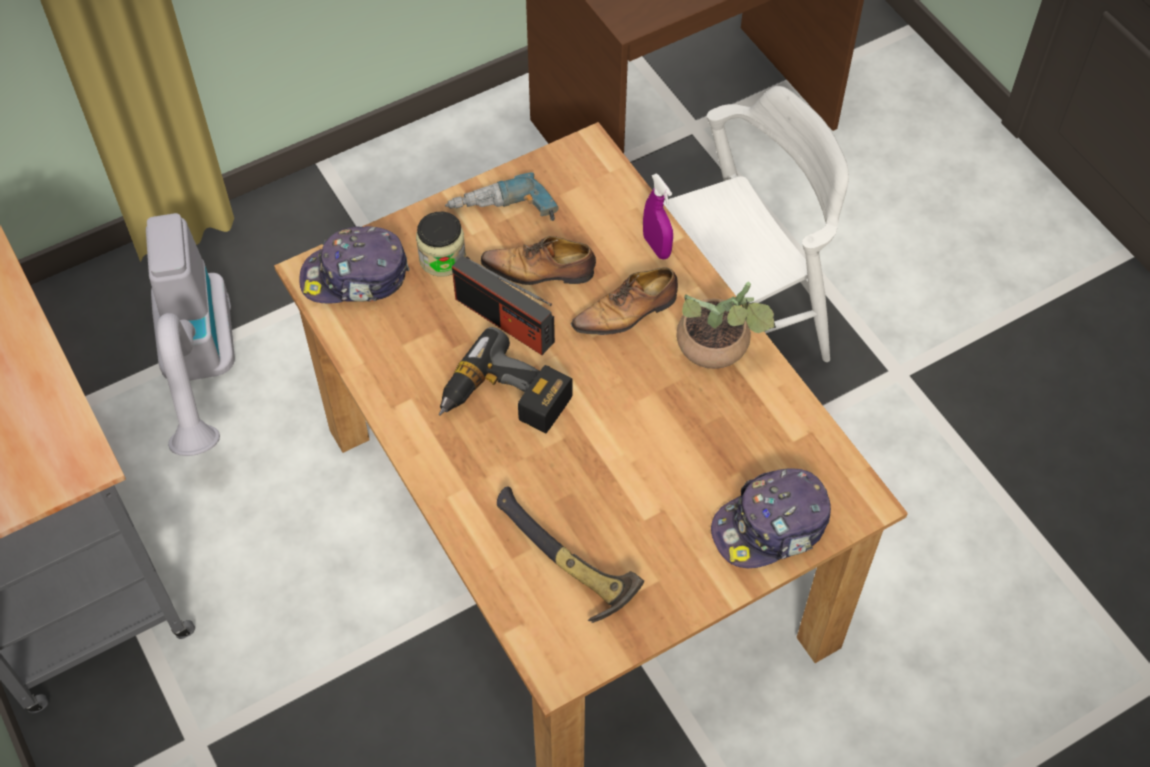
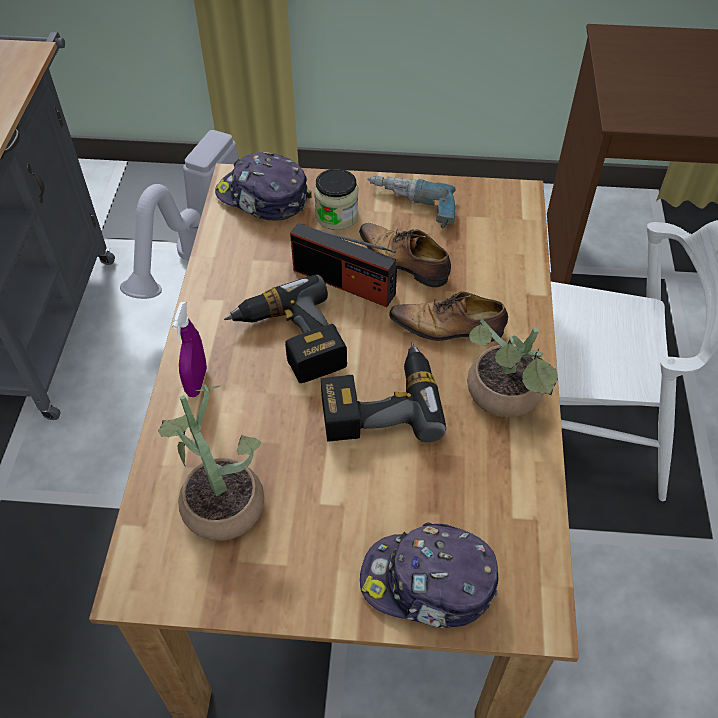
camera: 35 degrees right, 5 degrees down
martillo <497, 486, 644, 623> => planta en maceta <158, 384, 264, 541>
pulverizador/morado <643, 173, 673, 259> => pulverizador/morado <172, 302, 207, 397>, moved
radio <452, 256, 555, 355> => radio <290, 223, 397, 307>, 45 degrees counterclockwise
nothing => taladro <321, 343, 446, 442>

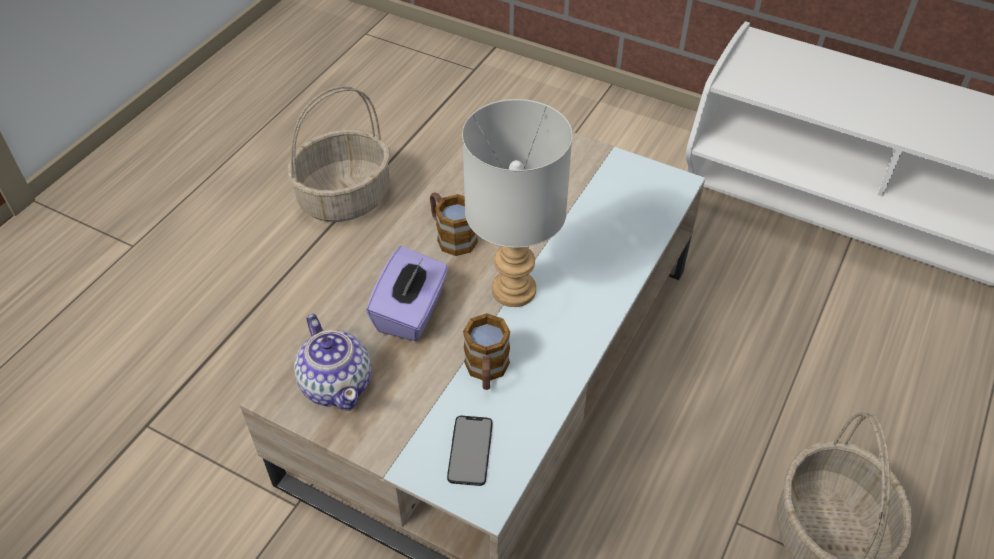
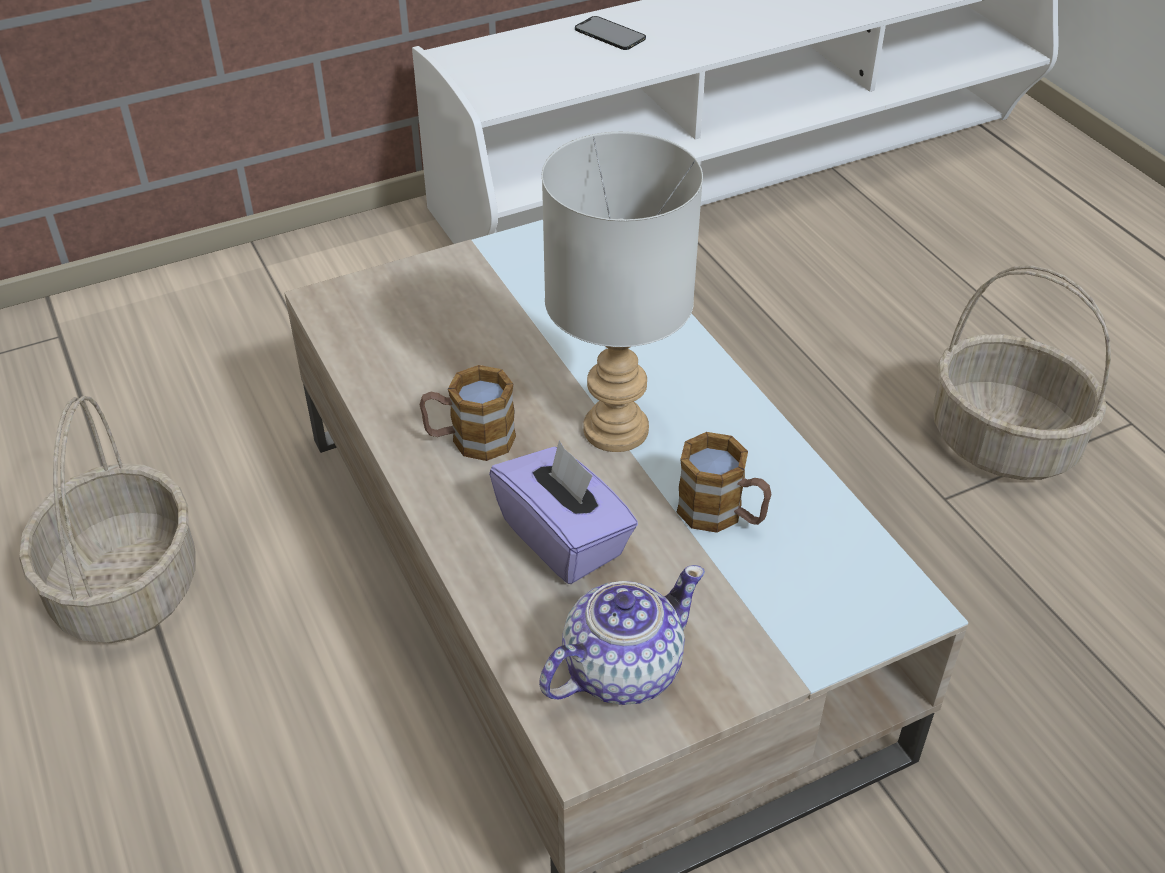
camera: 55 degrees left, 5 degrees down
tetera <294, 314, 372, 411> => tetera <539, 565, 705, 705>, 45 degrees counterclockwise
móvil <447, 416, 493, 486> => móvil <575, 16, 646, 50>, moved

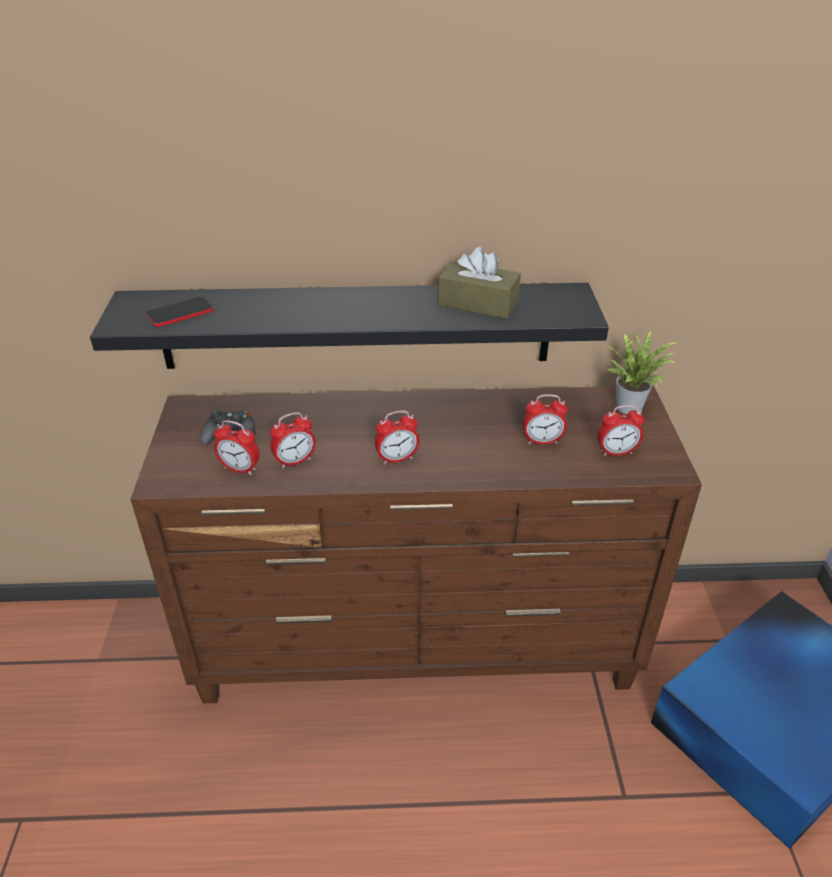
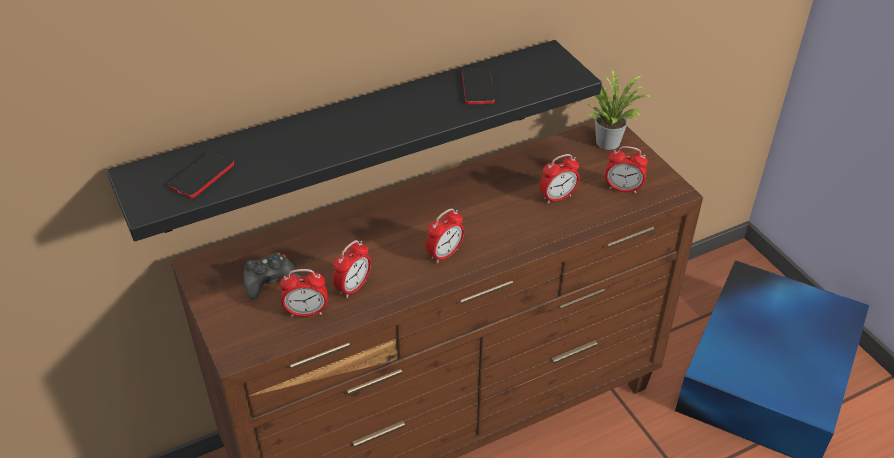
camera: 25 degrees left, 5 degrees up
caja de pañuelos/marrón <438, 246, 521, 319> => móvil <462, 68, 495, 105>
despertador <598, 405, 645, 456> => despertador <605, 146, 648, 194>, 45 degrees clockwise

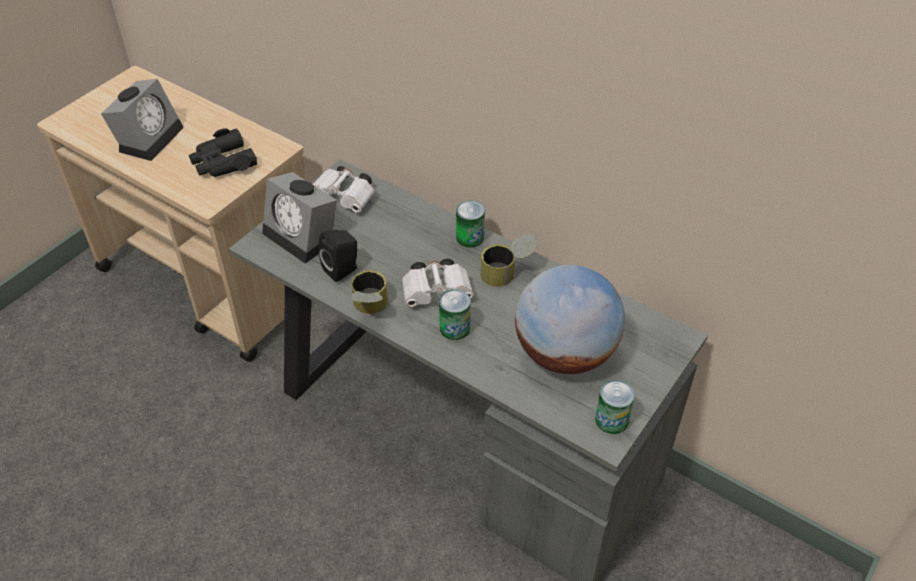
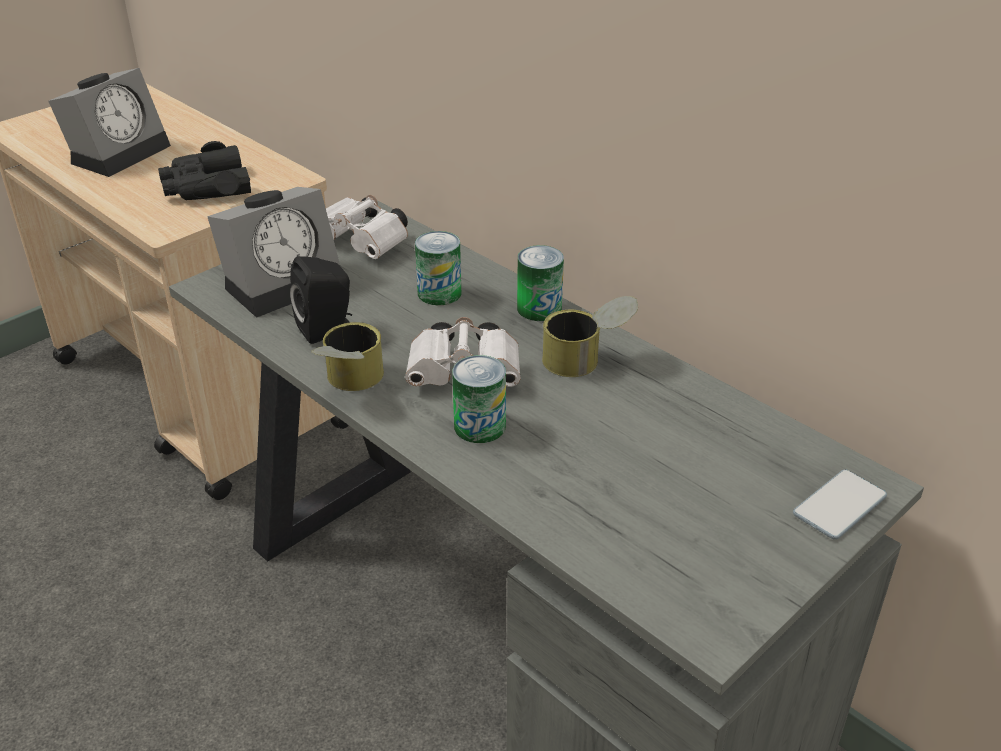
camera: 10 degrees right, 10 degrees down
despertador <262, 172, 337, 263> => despertador <207, 187, 340, 318>, 90 degrees counterclockwise
lata <595, 380, 635, 434> => lata <415, 231, 461, 305>, moved
nothing => móvil <793, 469, 887, 540>
globo terráqueo <515, 265, 625, 374> => nothing

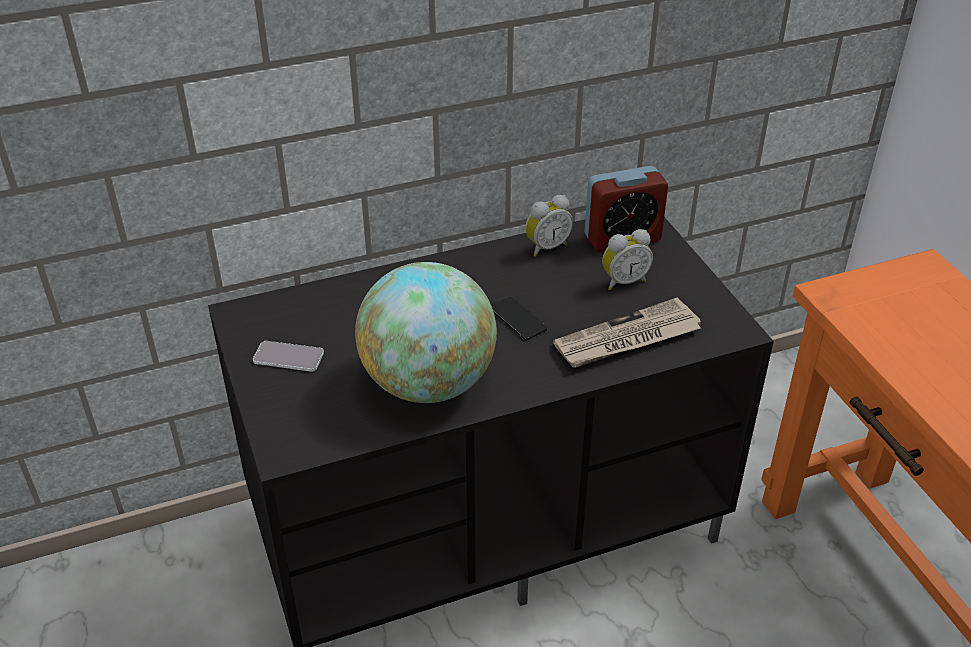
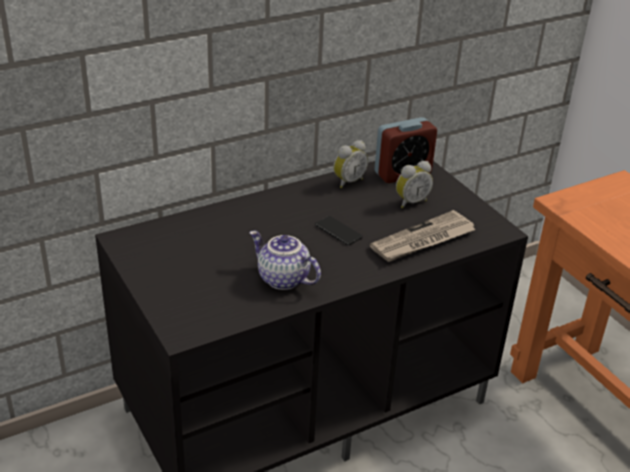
camera: 10 degrees left, 5 degrees down
globo terráqueo <355, 262, 497, 403> => tetera <249, 231, 321, 290>
móvil <253, 341, 324, 372> => nothing

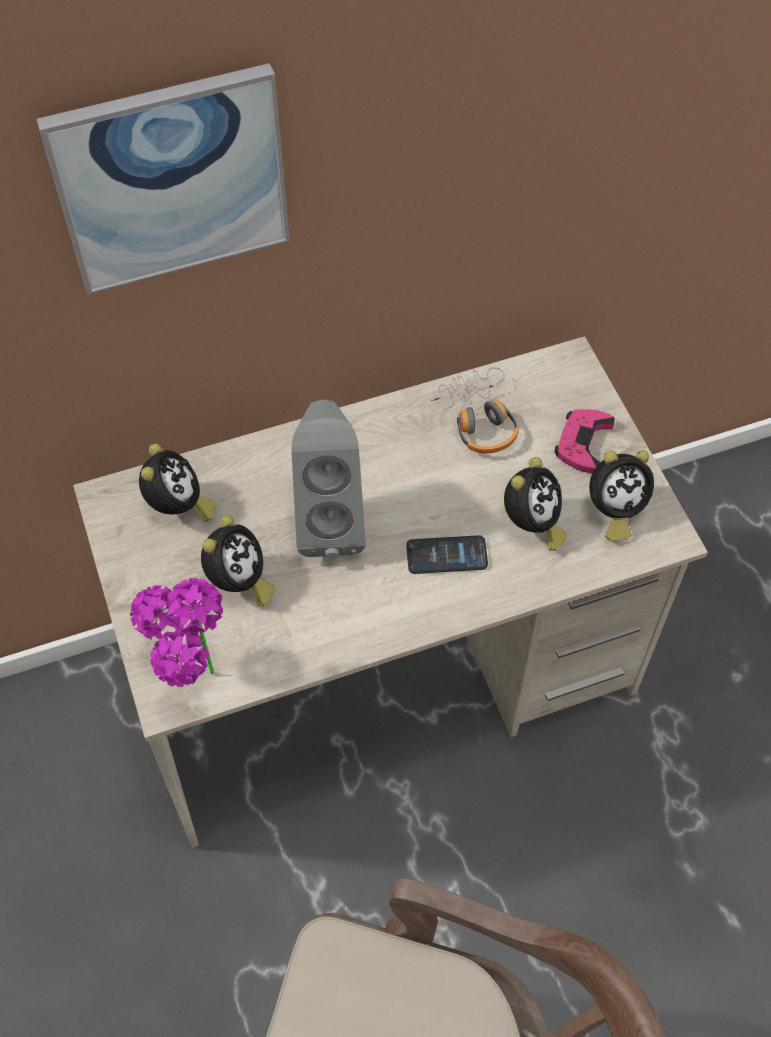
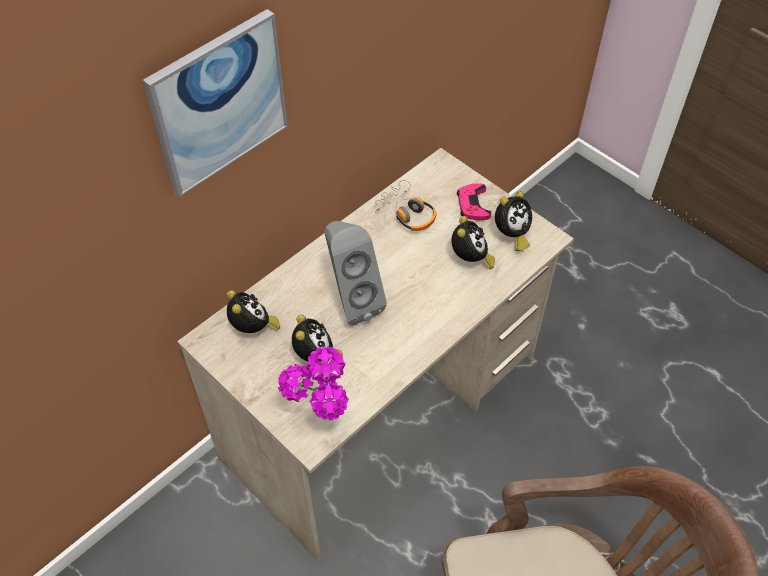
camera: 25 degrees left, 5 degrees down
móvil <406, 535, 488, 574> => nothing

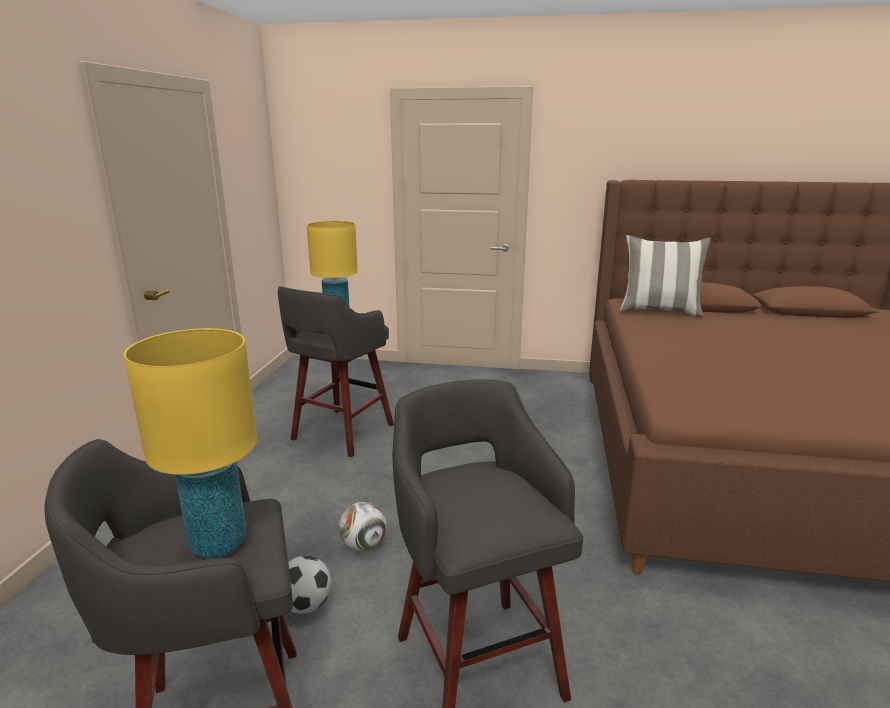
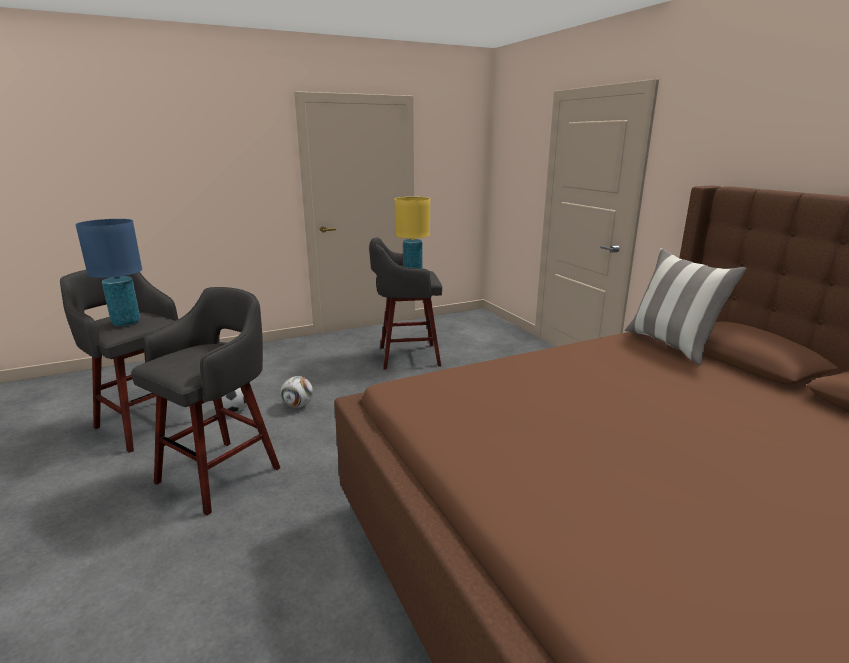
camera: 55 degrees right, 0 degrees up
lámpara de mesa/amarillo <123, 328, 257, 559> => lámpara de mesa/azul <75, 219, 142, 326>

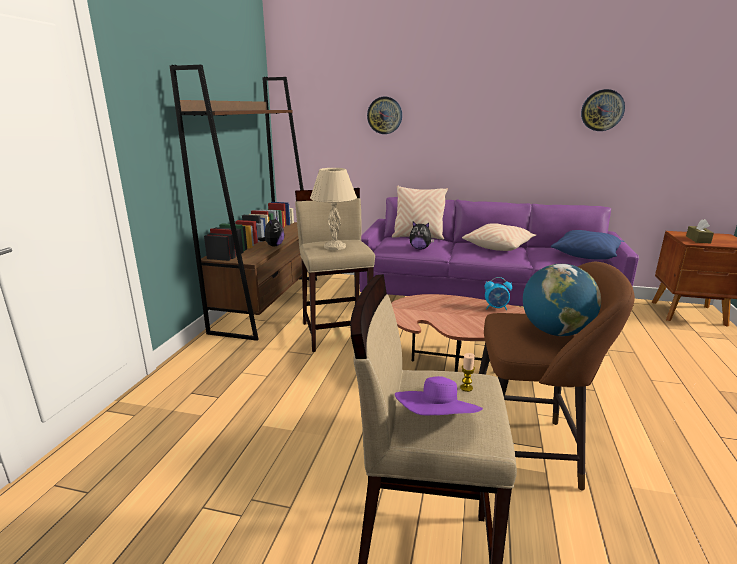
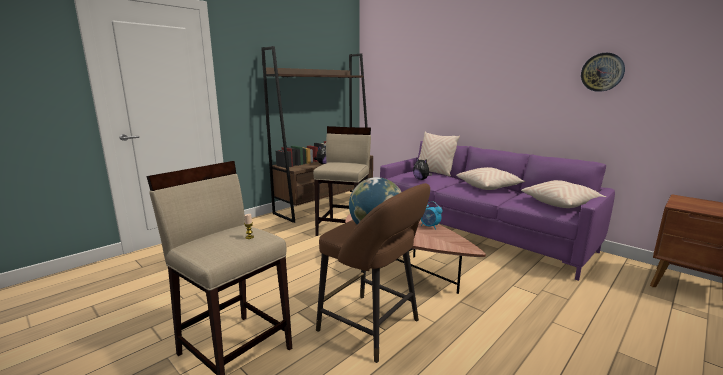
camera: 30 degrees right, 5 degrees down
cojín/azul <551, 230, 624, 260> => cojín/beis <521, 180, 606, 208>
lámpara de mesa/beis <310, 168, 357, 250> => nothing
reloj de pared <367, 97, 402, 134> => nothing
sombrero/morado <395, 376, 483, 415> => nothing
caja de pañuelos/marrón <686, 219, 714, 243> => nothing

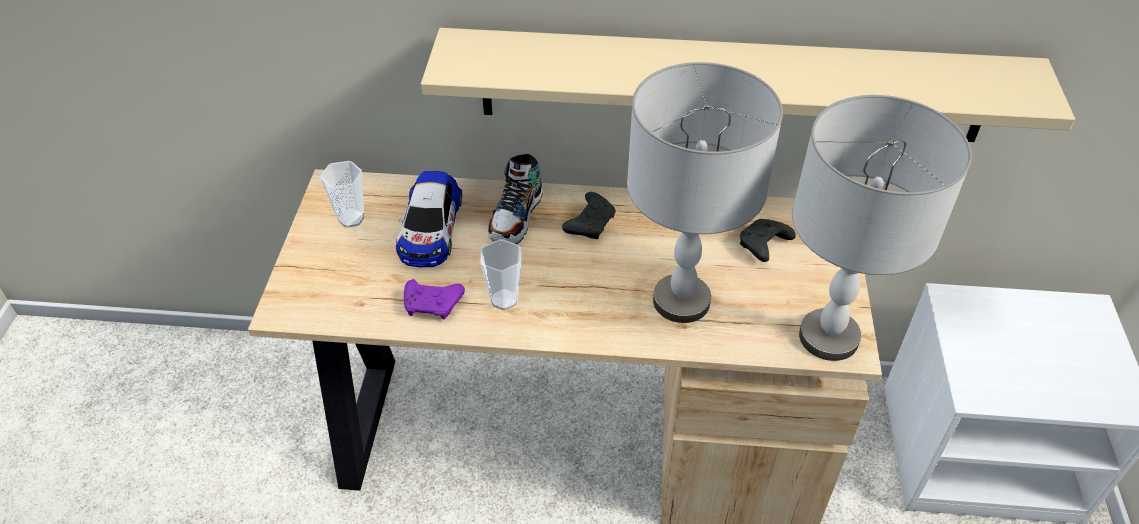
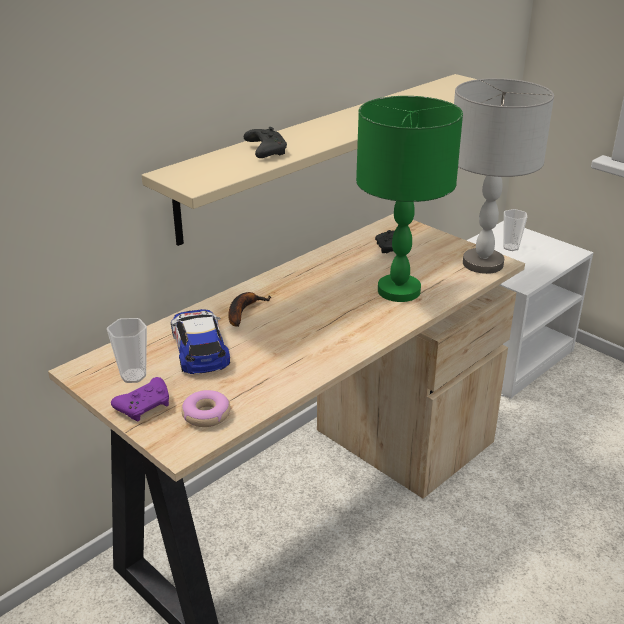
camera: 50 degrees left, 15 degrees down
mando de consola/morado <404, 279, 465, 319> => mando de consola/morado <111, 377, 169, 421>, moved
coche de juguete <396, 171, 462, 267> => coche de juguete <171, 309, 230, 375>, 150 degrees counterclockwise
nothing => rosquilla <181, 390, 231, 427>
zapato <488, 154, 543, 244> => plátano <228, 292, 271, 327>
mando de consola/negro <562, 192, 616, 239> => mando de consola/negro <244, 127, 287, 158>, moved
lámpara de mesa/gris <627, 62, 783, 323> => lámpara de mesa/verde <356, 96, 463, 302>
taza <481, 239, 522, 310> => taza <503, 209, 527, 251>, moved

